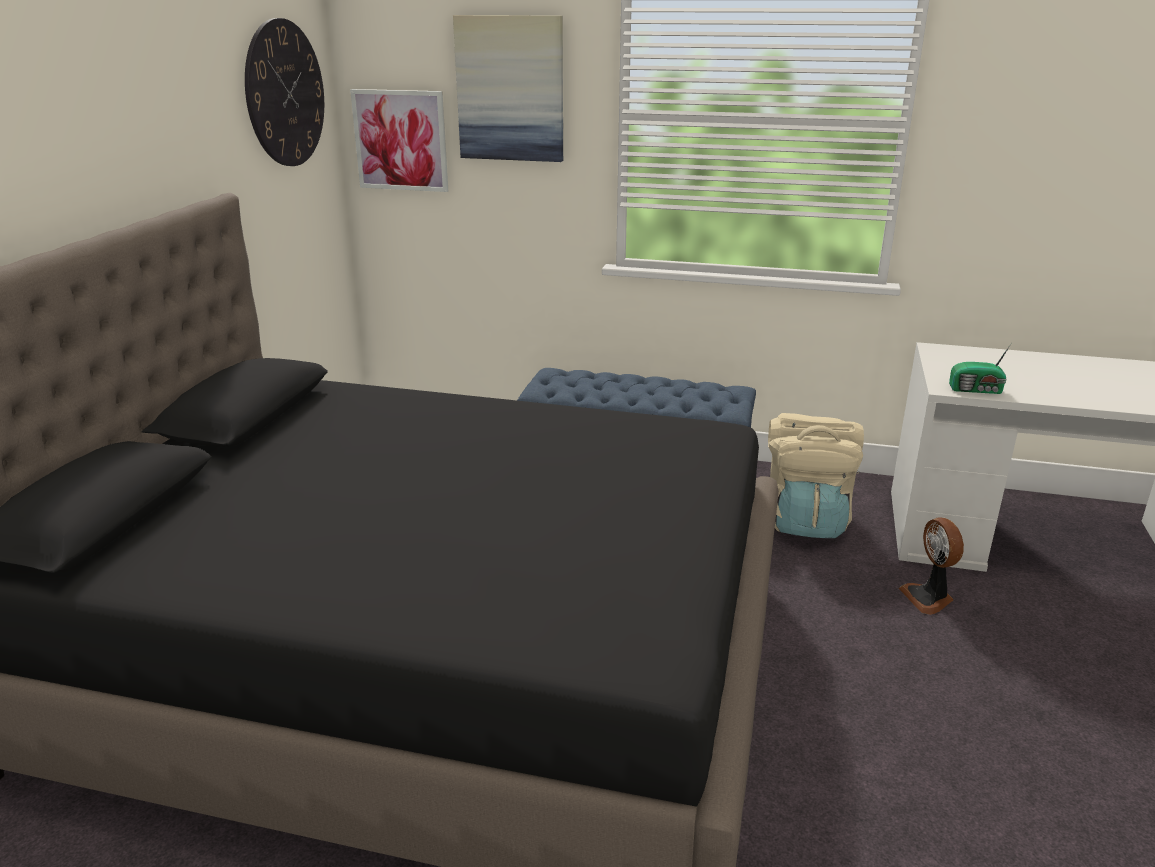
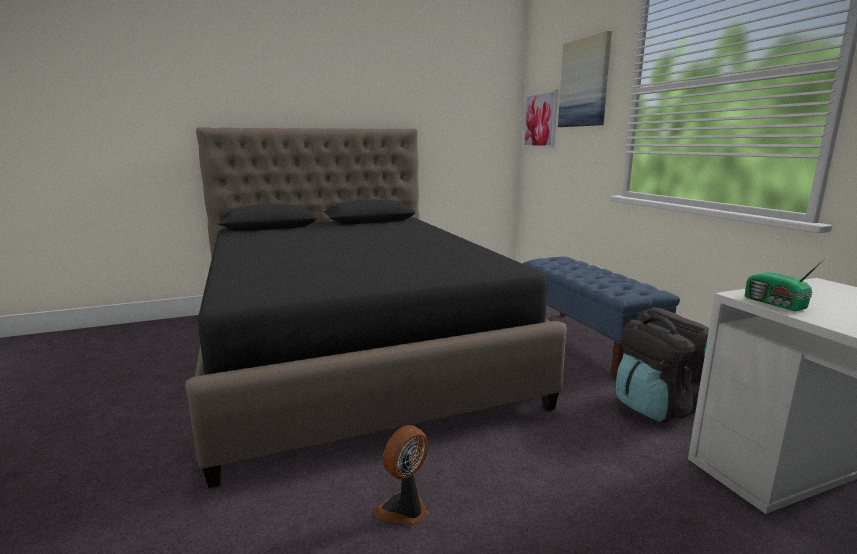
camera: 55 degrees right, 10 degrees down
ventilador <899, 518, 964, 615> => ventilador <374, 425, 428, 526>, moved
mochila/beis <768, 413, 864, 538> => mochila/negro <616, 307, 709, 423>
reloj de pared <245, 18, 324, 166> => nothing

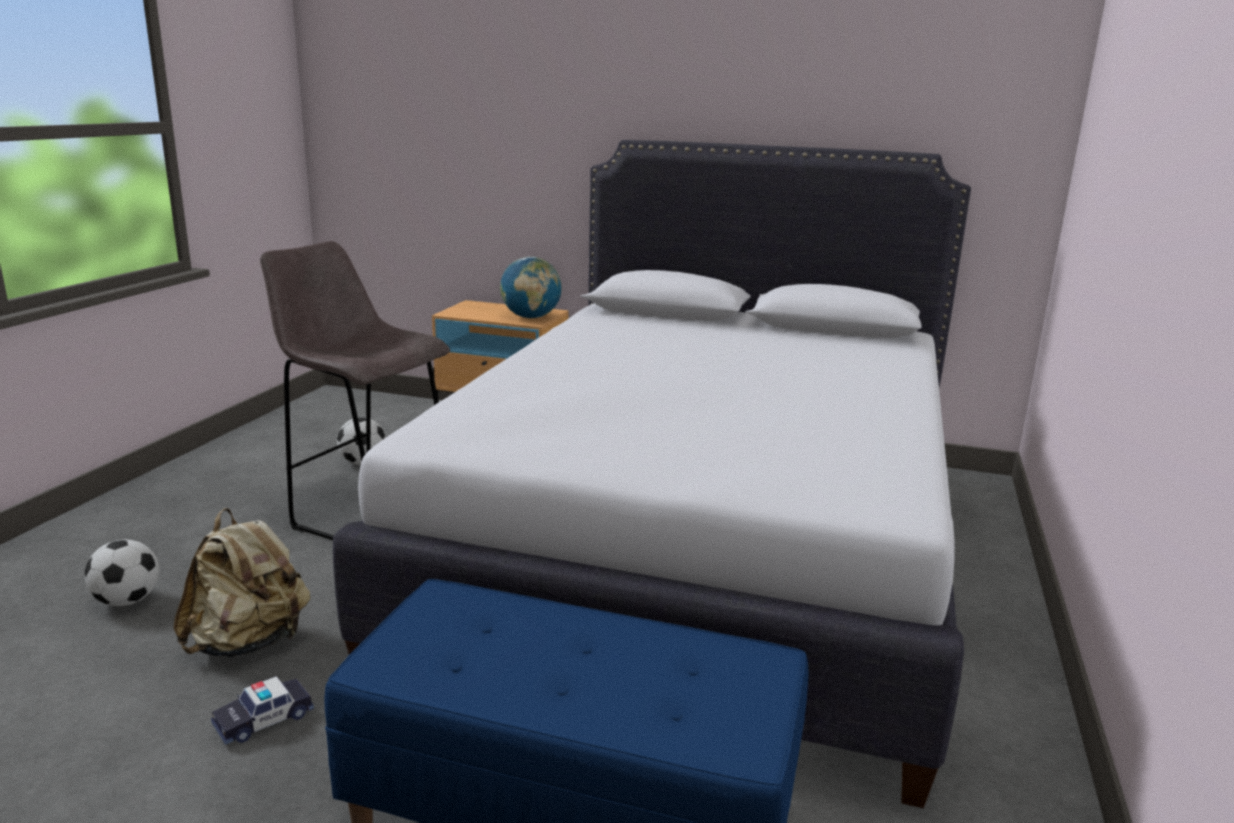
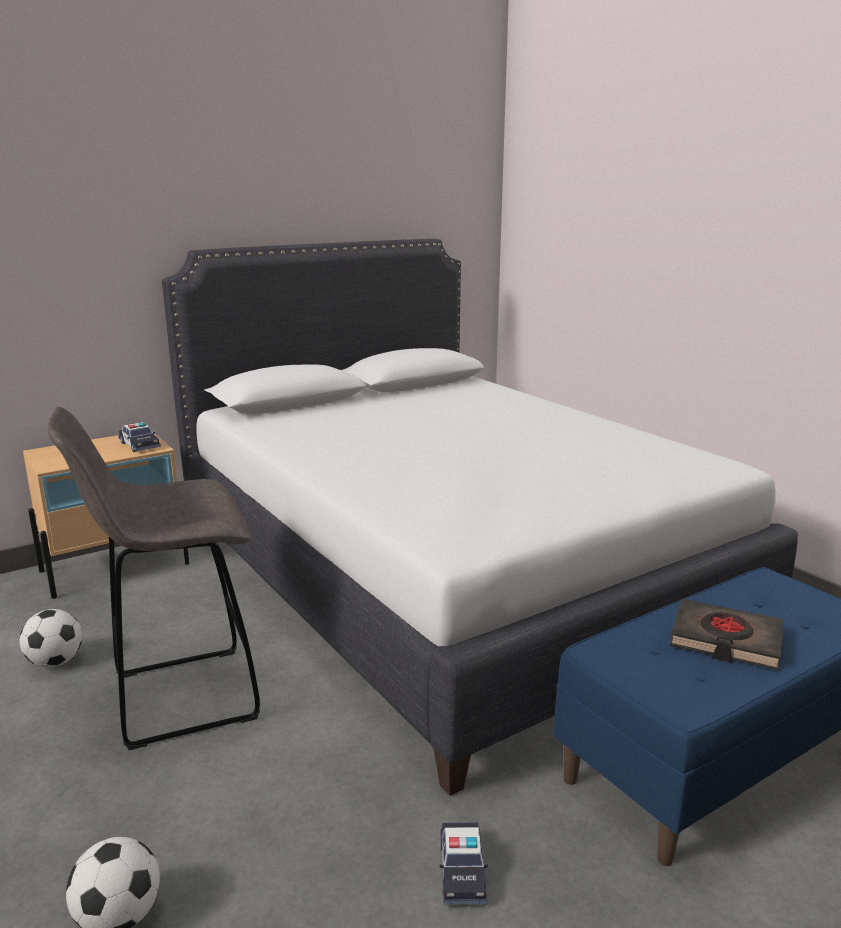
camera: 50 degrees left, 0 degrees up
globo terráqueo <500, 256, 562, 318> => coche de juguete <118, 422, 161, 452>
nothing => libro/negro <670, 599, 784, 670>
mochila/beis <173, 508, 310, 658> => nothing

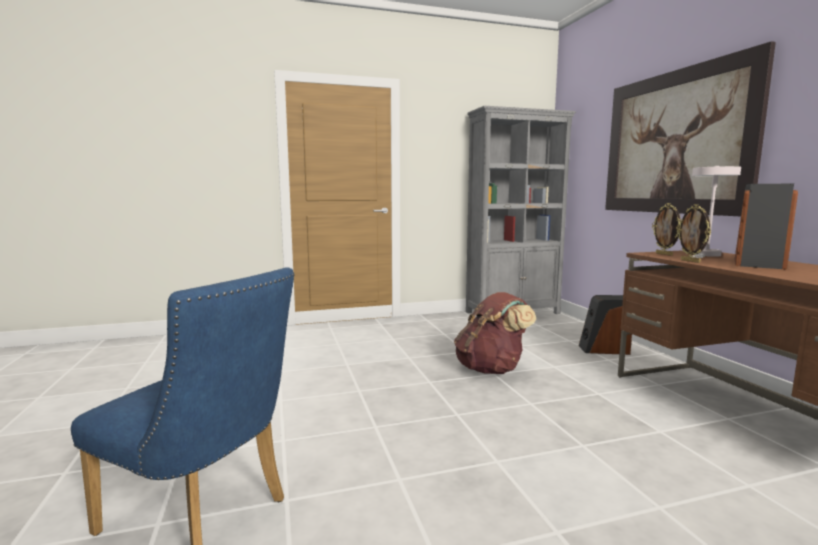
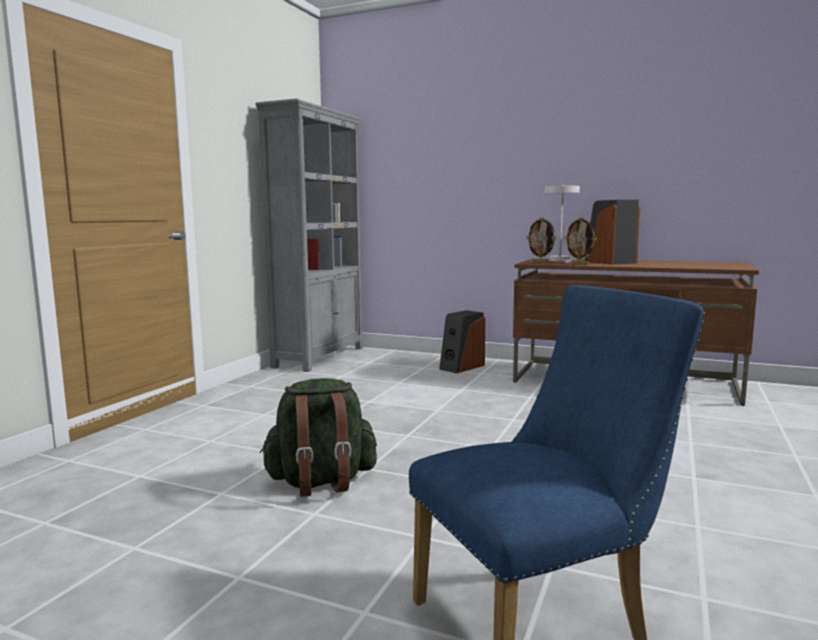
camera: 50 degrees left, 0 degrees up
nothing => mochila/verde <260, 378, 377, 497>
mochila/marrón <454, 292, 536, 374> => nothing
cuadro <605, 41, 776, 216> => nothing

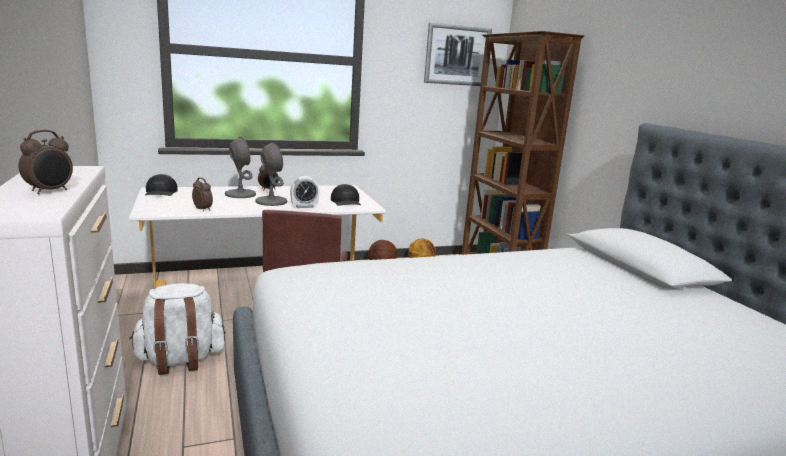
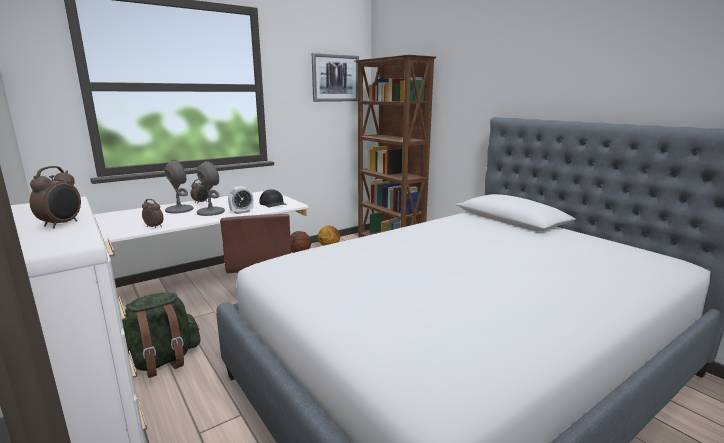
camera: 15 degrees left, 0 degrees up
mochila/blanco <129, 283, 225, 375> => mochila/verde <122, 292, 201, 378>
gorra/negro <145, 174, 178, 196> => nothing

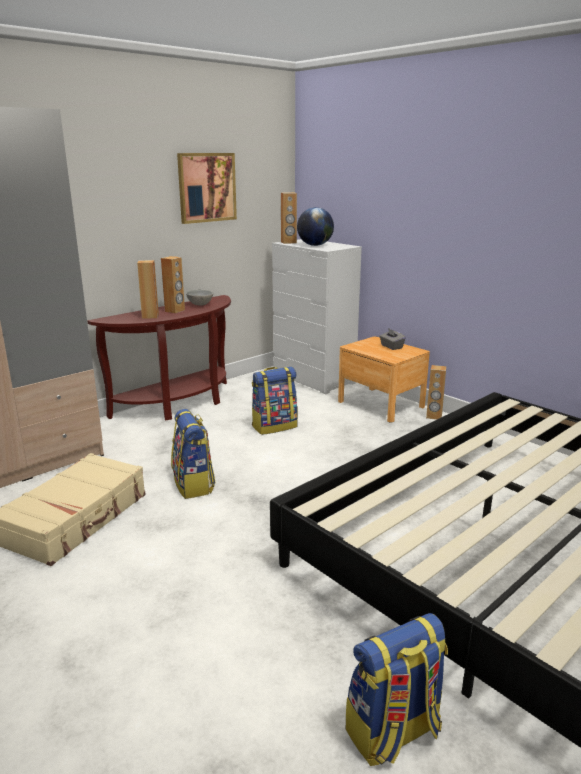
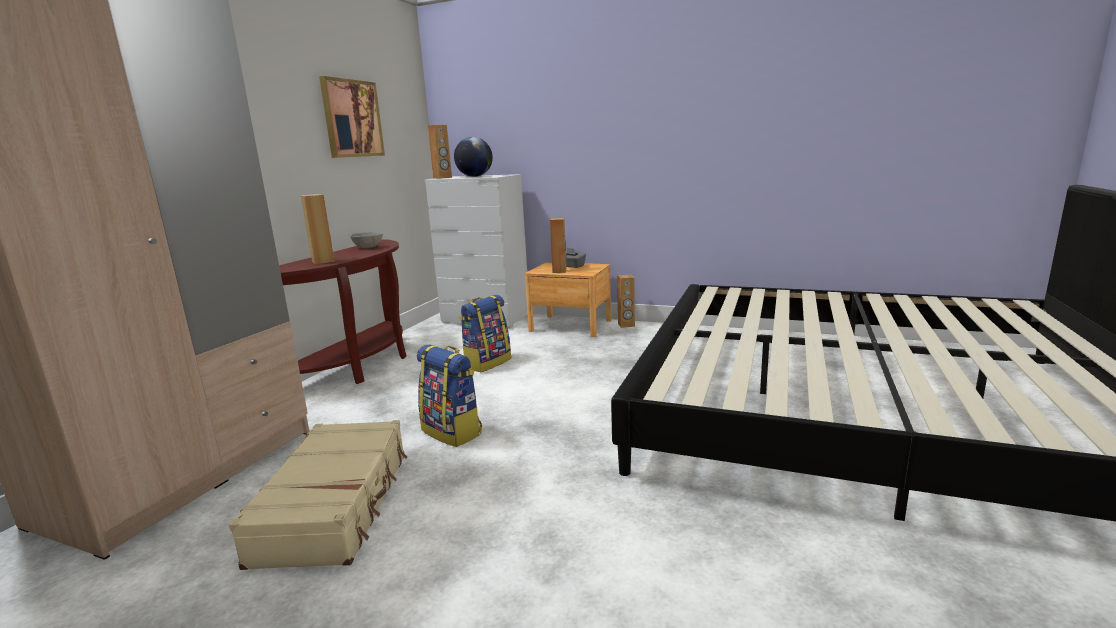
camera: 25 degrees left, 5 degrees down
altavoz/marrón <161, 256, 185, 313> => altavoz/marrón <550, 218, 567, 273>, moved
mochila <346, 613, 448, 766> => nothing

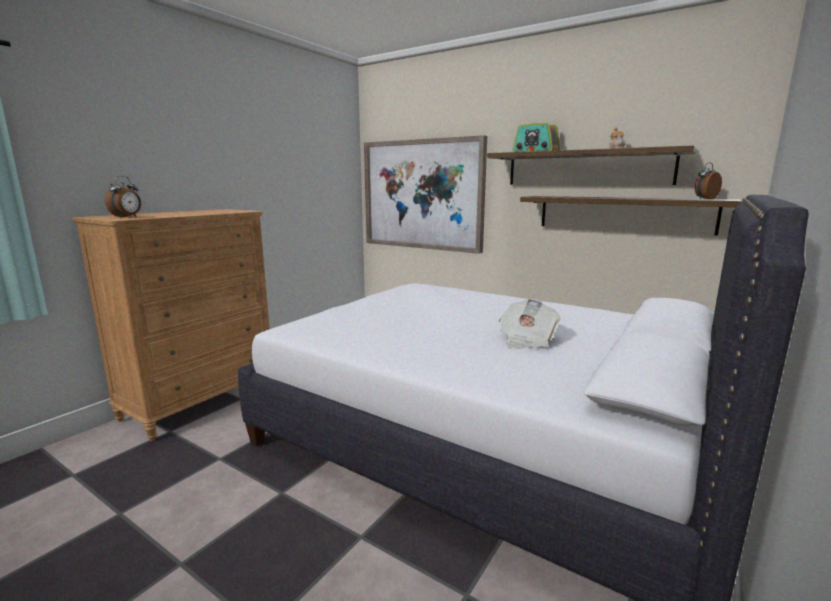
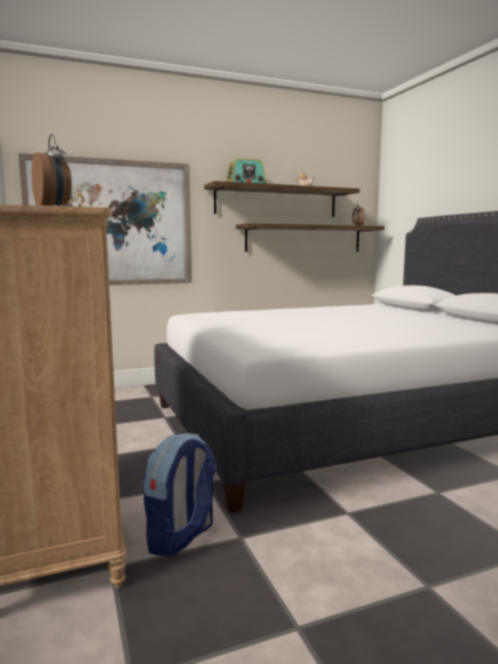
camera: 55 degrees left, 5 degrees down
nothing => mochila <143, 433, 216, 557>
periódico <499, 299, 561, 349> => nothing

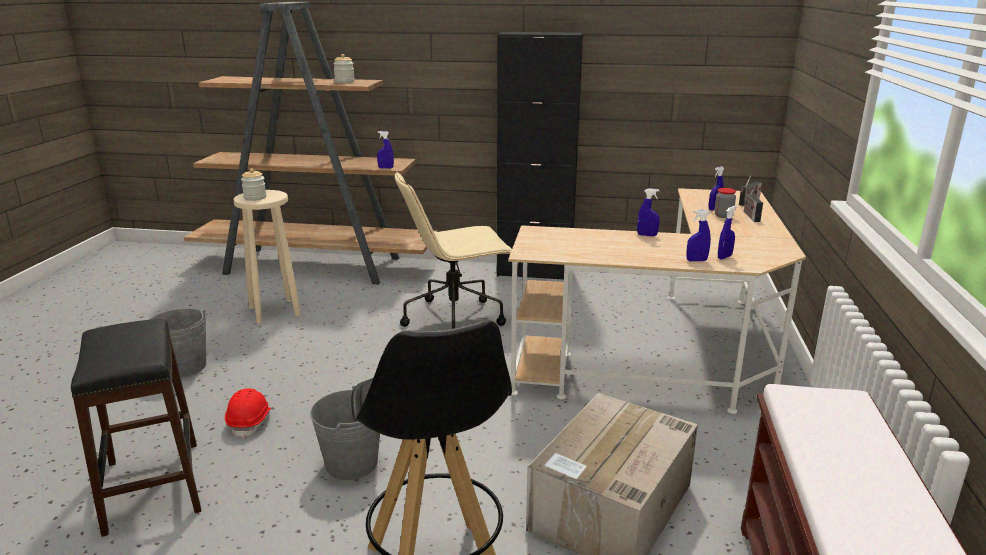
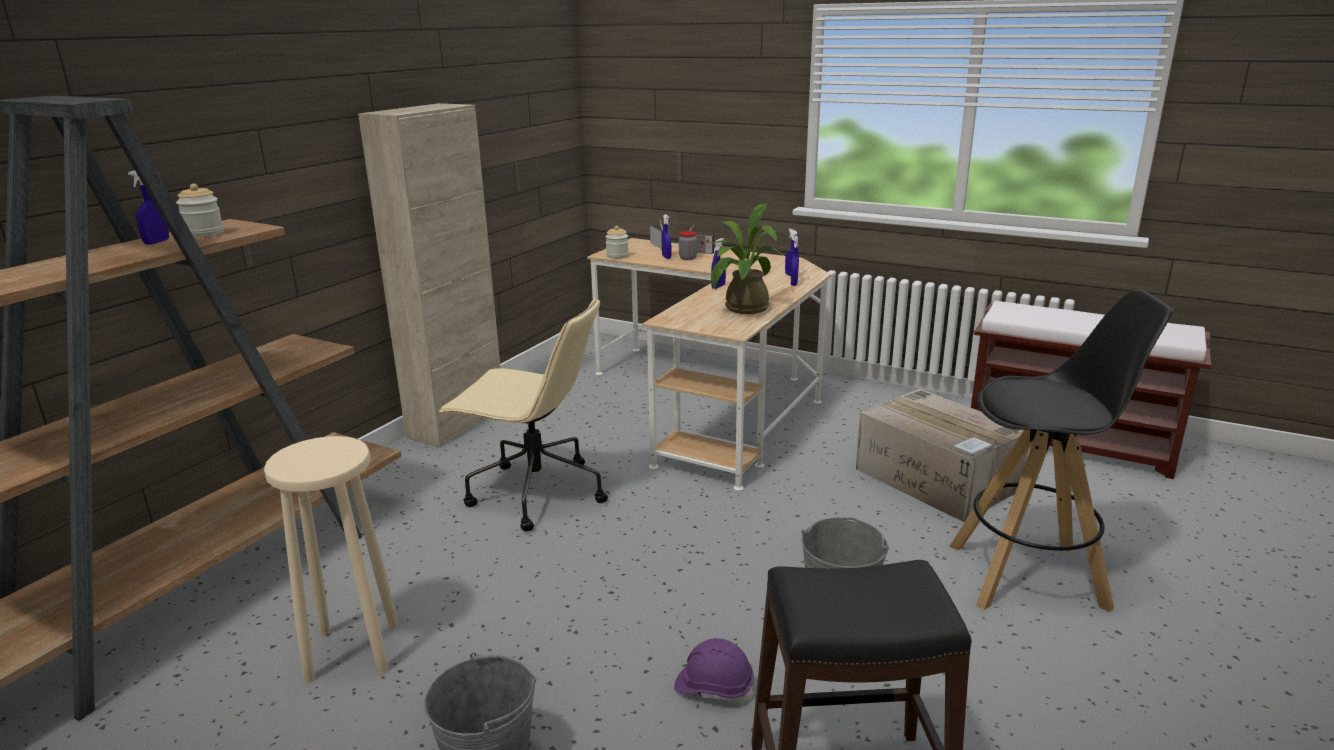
camera: 70 degrees left, 0 degrees up
pulverizador/azul <377, 131, 394, 169> => pulverizador/azul <128, 170, 169, 245>, moved
armario/negro <497, 32, 583, 280> => armario/beis <358, 103, 501, 448>
silla de oficina/beis <395, 172, 512, 329> => silla de oficina/beis <438, 297, 608, 531>, 75 degrees counterclockwise
tarro <241, 169, 266, 201> => tarro <605, 226, 629, 259>, moved
casco/rojo <225, 388, 272, 439> => casco/morado <674, 638, 755, 704>
nothing => planta en maceta <711, 203, 783, 314>

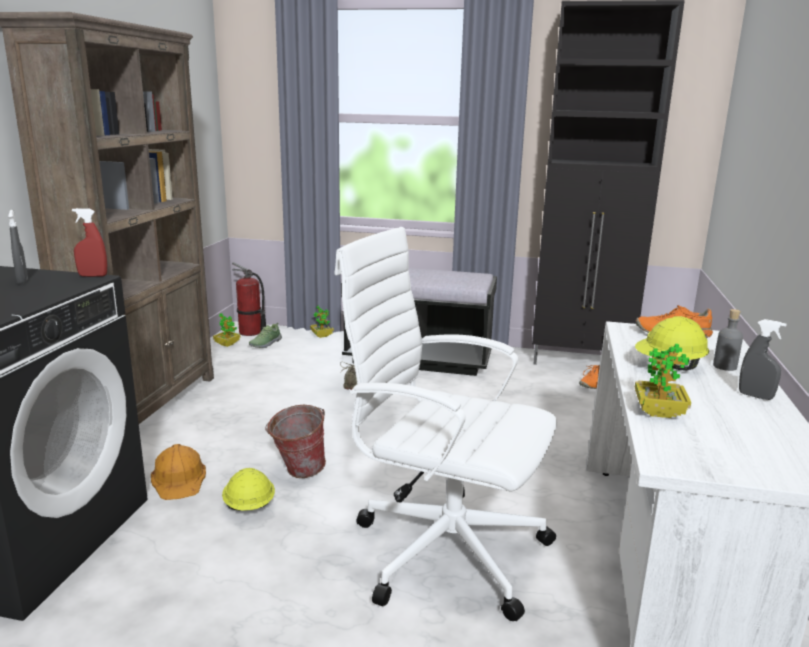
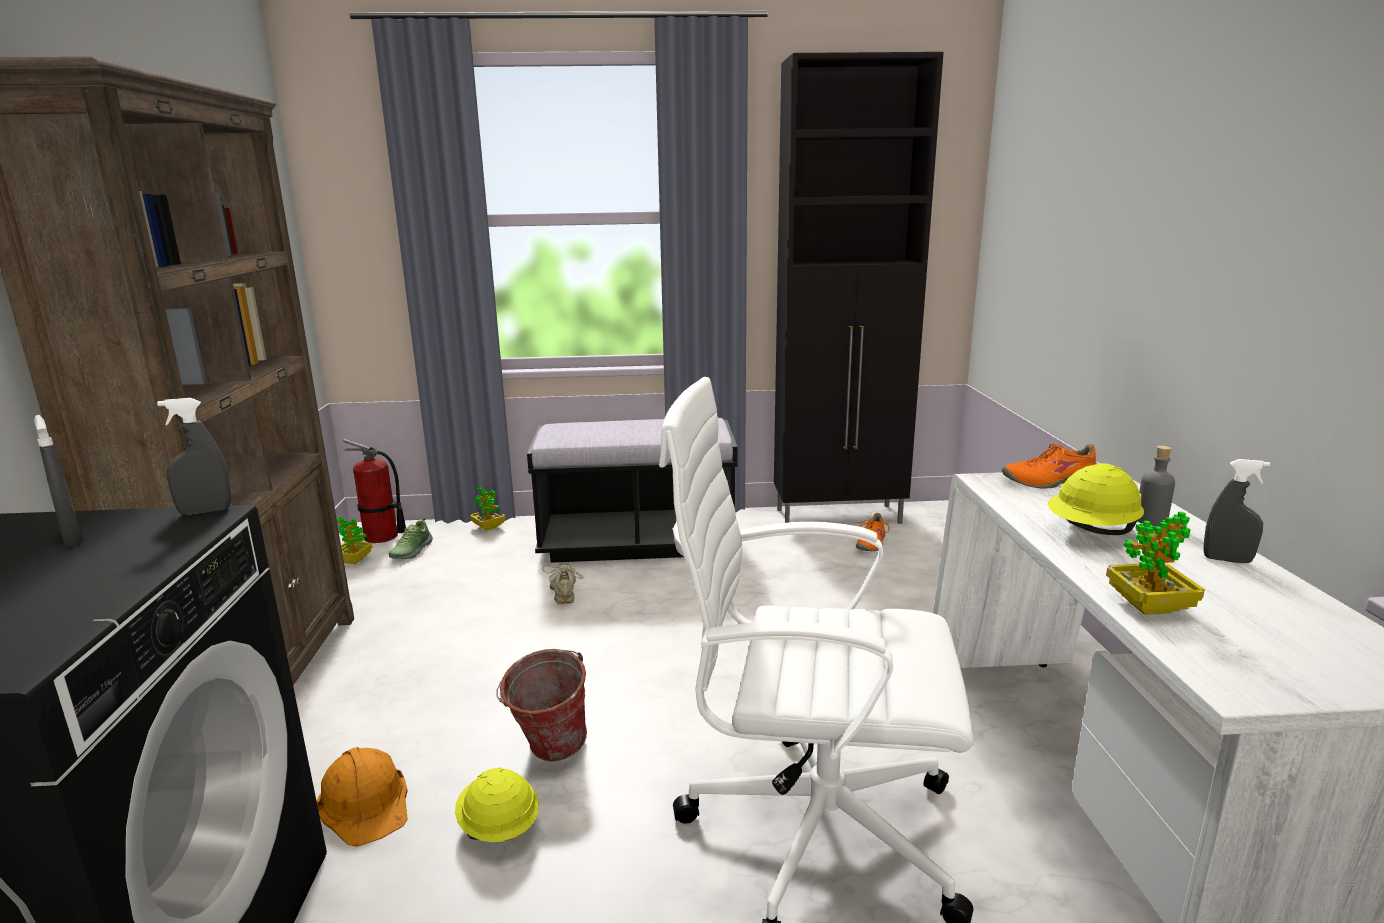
camera: 15 degrees left, 0 degrees up
pulverizador/rojo <72, 208, 107, 277> => pulverizador/gris <157, 398, 231, 515>

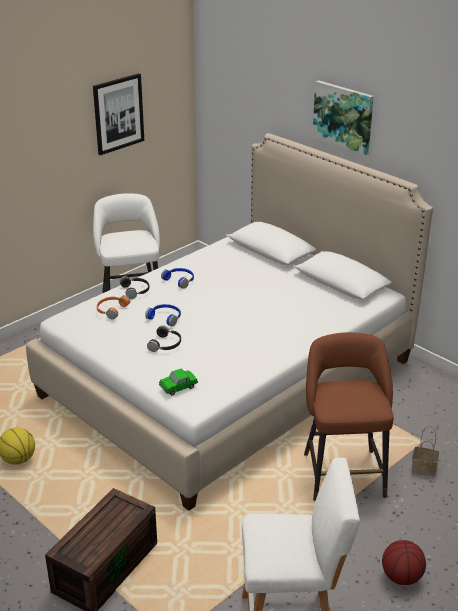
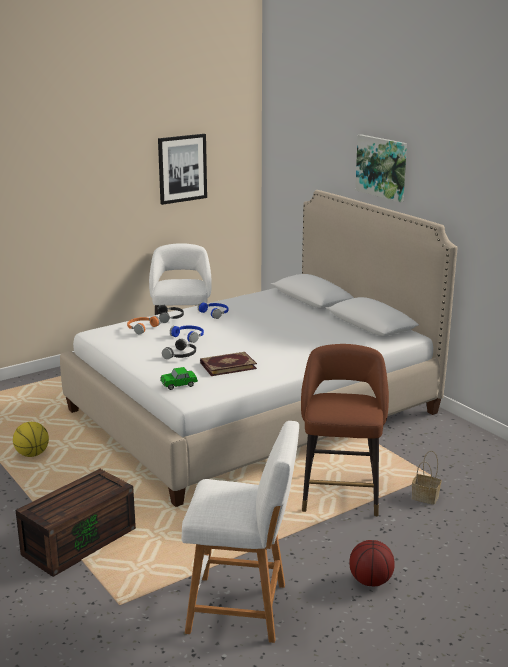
camera: 10 degrees right, 10 degrees down
nothing => libro <200, 352, 257, 376>

